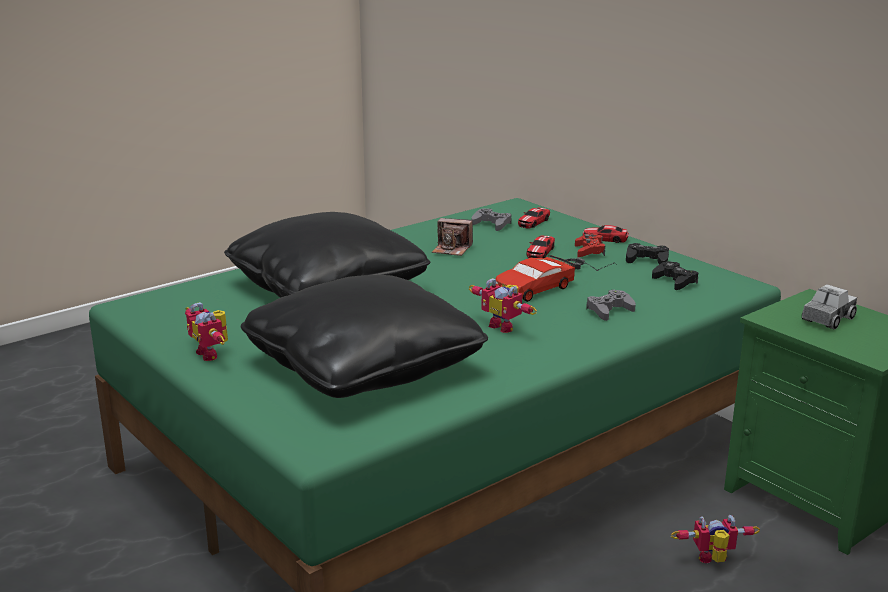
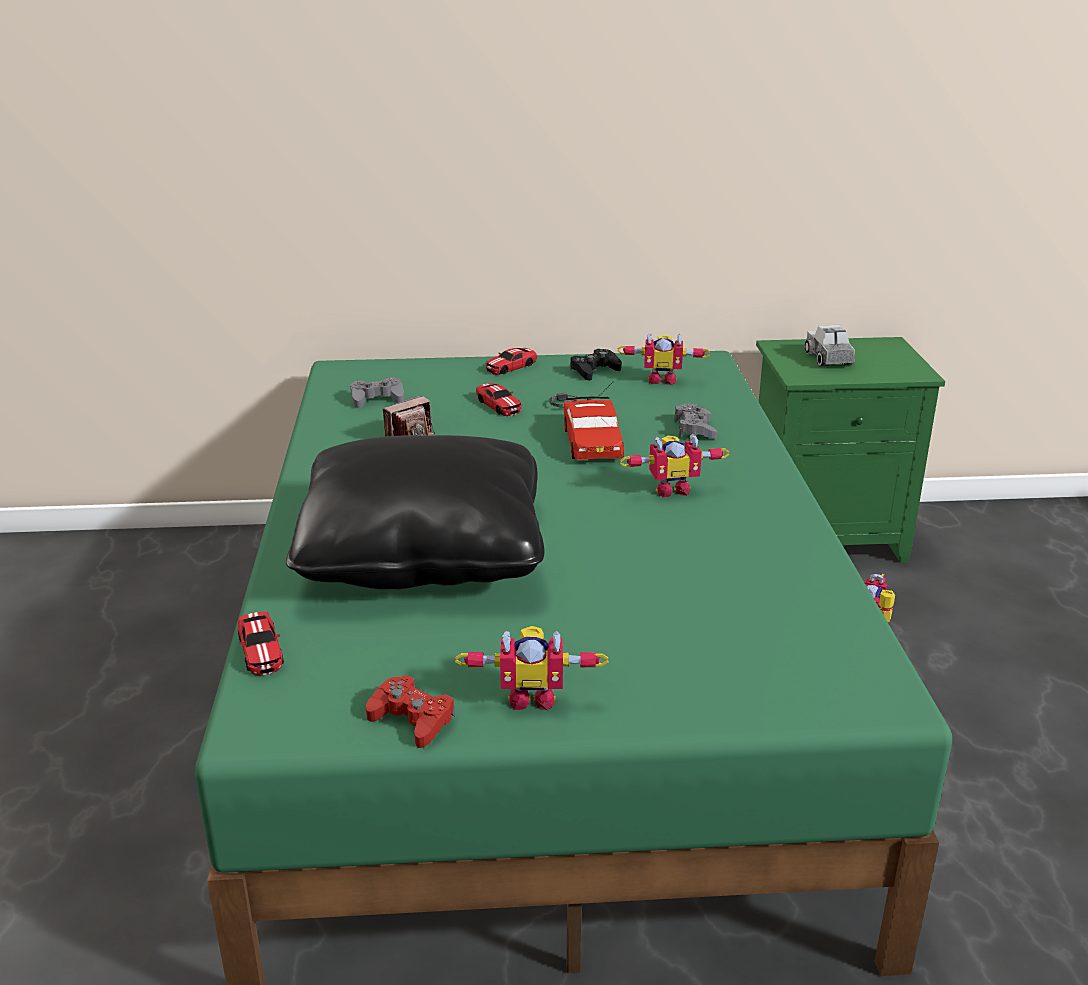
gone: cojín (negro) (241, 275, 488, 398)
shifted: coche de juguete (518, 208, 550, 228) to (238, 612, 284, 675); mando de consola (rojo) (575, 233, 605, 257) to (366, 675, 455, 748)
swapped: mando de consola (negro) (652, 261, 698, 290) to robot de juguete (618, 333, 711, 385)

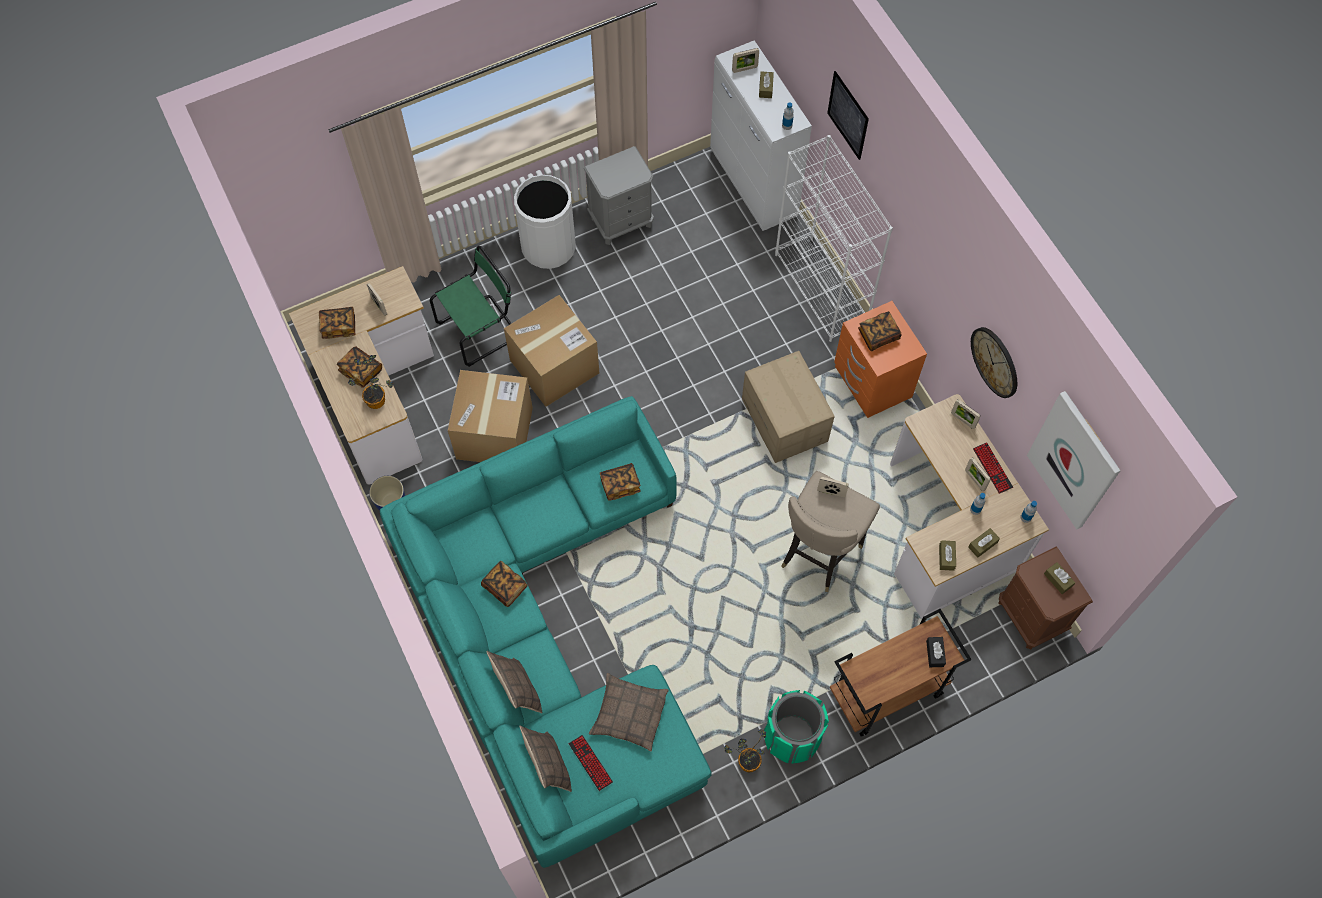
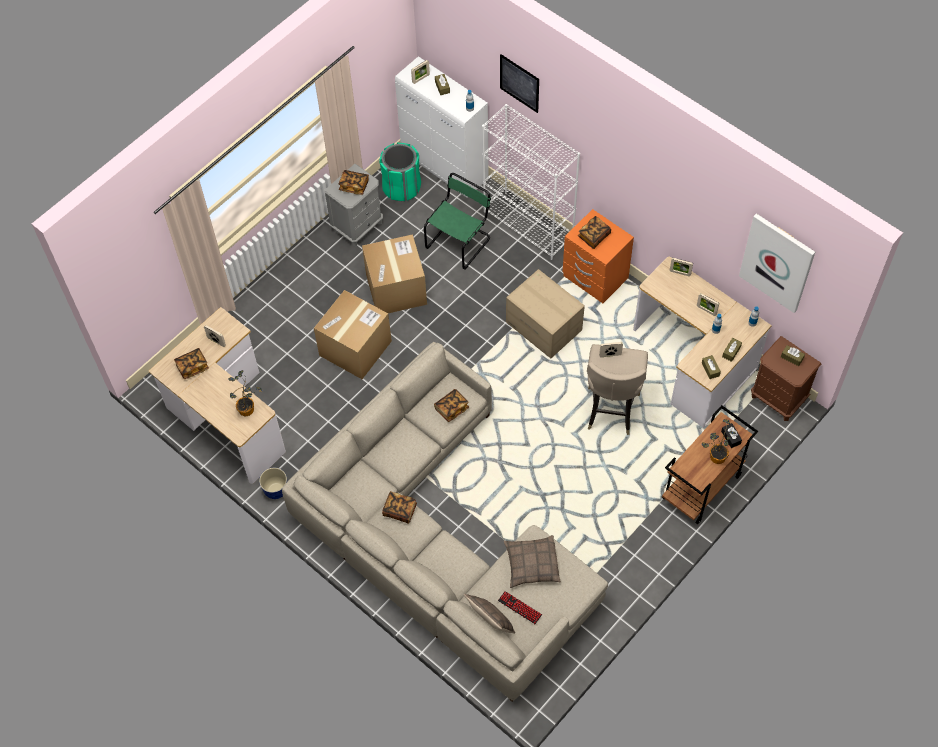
gone: cojín (486, 651, 543, 714); papelera (blanco) (514, 175, 576, 269); reloj de pared (971, 327, 1017, 398); teclado (973, 442, 1013, 494)
shifted: libro (337, 346, 382, 388) to (339, 170, 369, 195); caja de cartón (448, 370, 533, 462) to (362, 234, 427, 313); papelera (verde) (764, 690, 829, 764) to (379, 143, 421, 201); silla (verde) (430, 246, 512, 367) to (424, 173, 491, 270); planta en maceta (724, 729, 766, 772) to (702, 419, 736, 464)
repainted: sofá (turquesa) (380, 396, 712, 868) to sofá (beis) (282, 342, 608, 701)

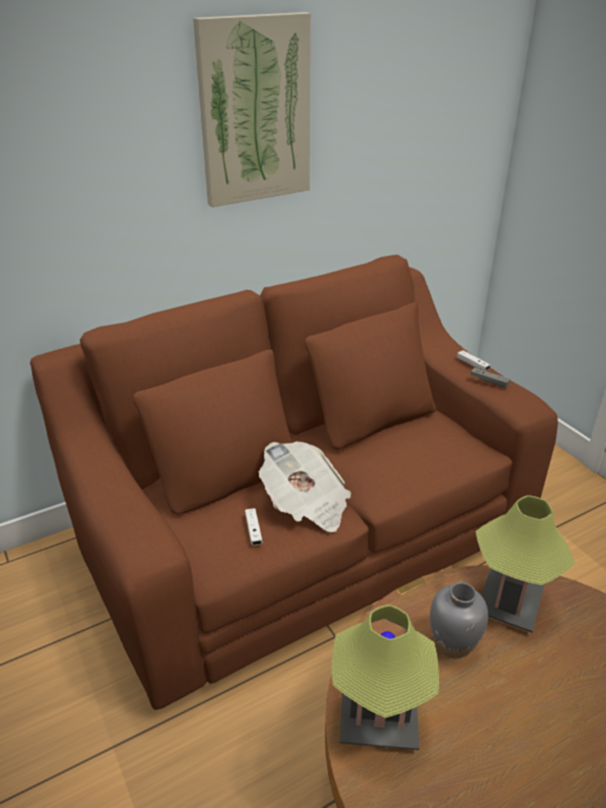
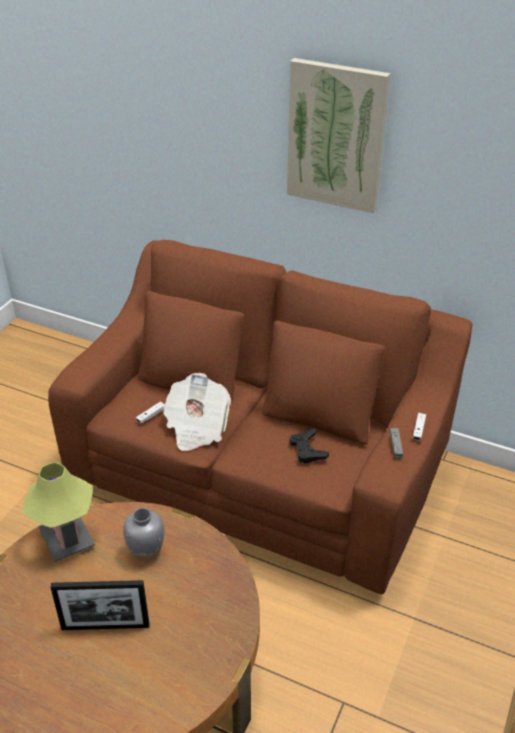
gone: lámpara de mesa (475, 495, 575, 633)
new: portarretratos (50, 580, 149, 630); mando de consola (negro) (289, 428, 329, 463)

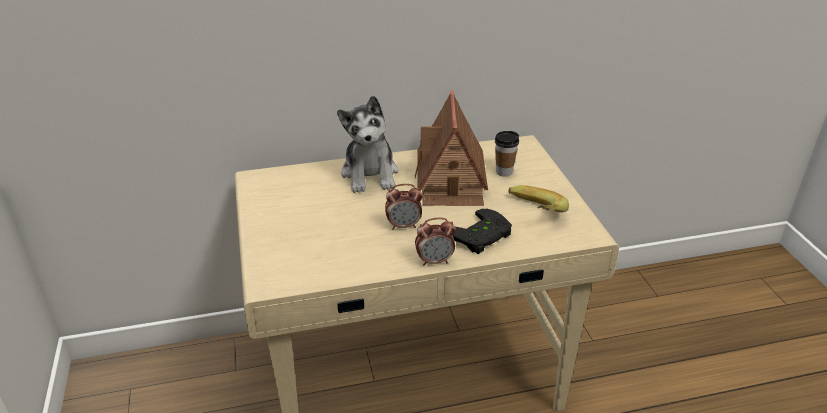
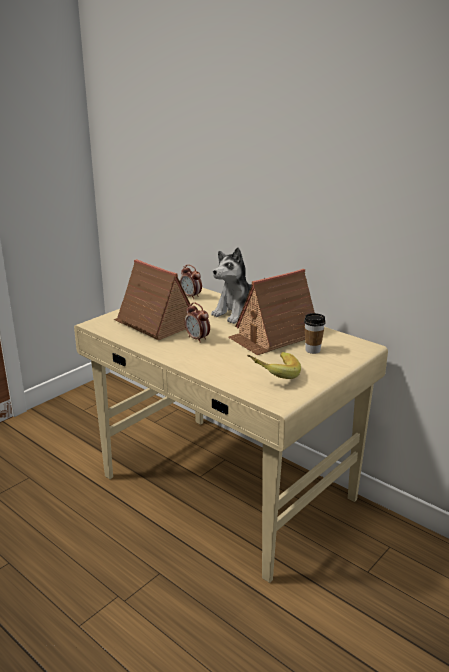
gone: mando de consola (negro) (453, 209, 512, 254)
new: casita (114, 259, 190, 340)
shifted: despertador (415, 217, 456, 266) to (180, 265, 202, 299)

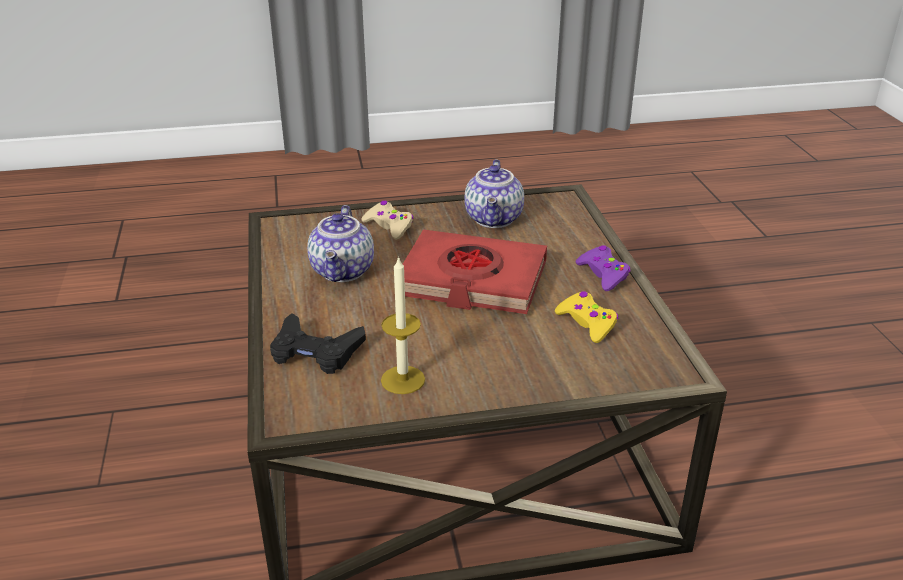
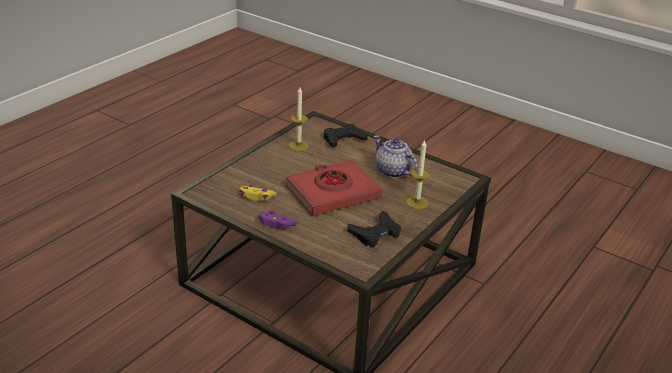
swapped: tetera (464, 159, 524, 228) to mando de consola (negro) (347, 211, 401, 247); mando de consola (beis) (362, 201, 413, 240) to vela (406, 139, 430, 209)

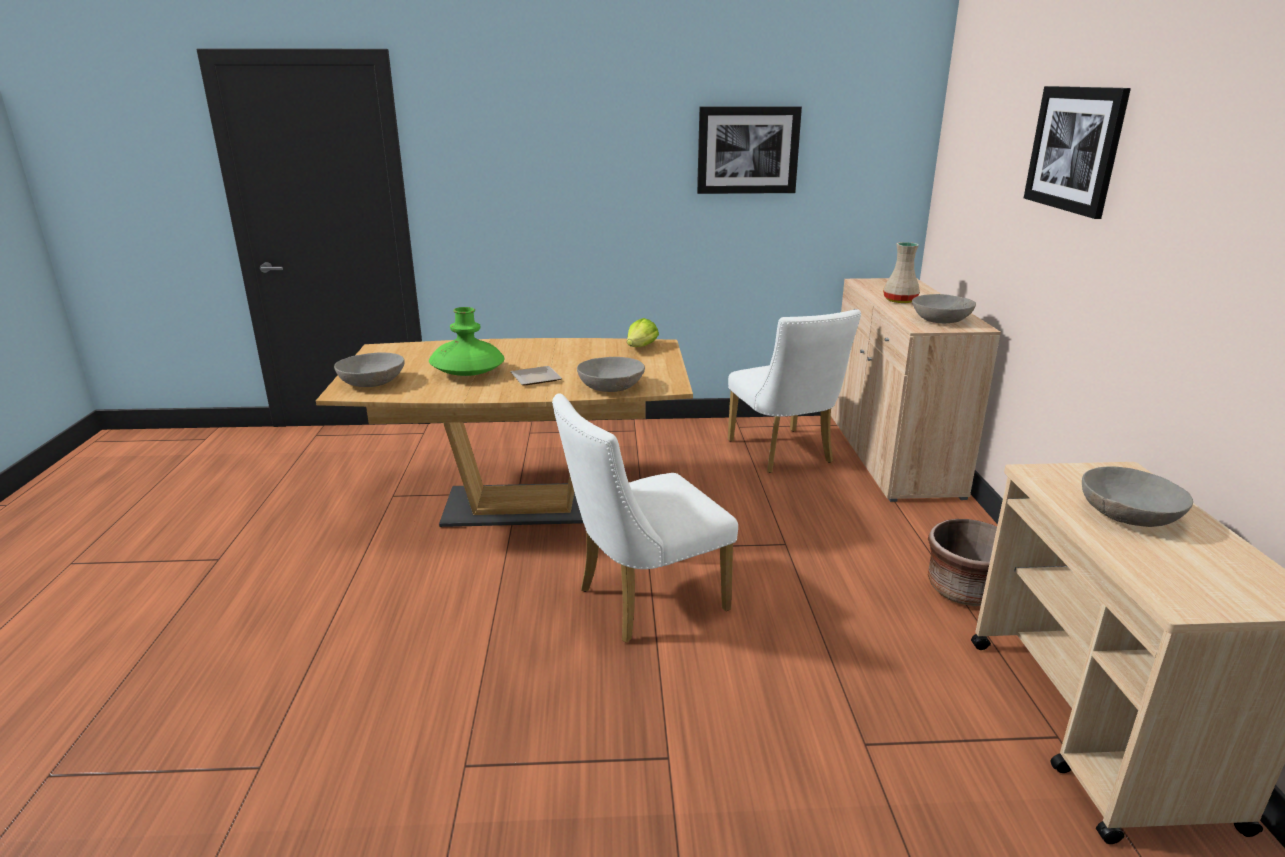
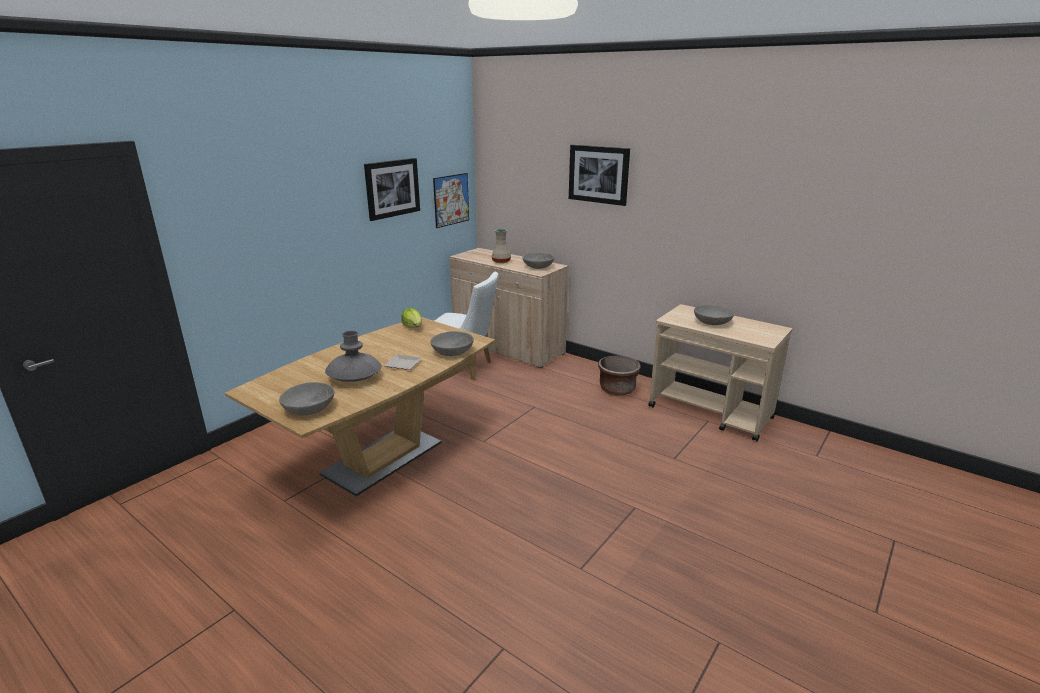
gone: silla (blanco) (552, 393, 738, 643)
new: cuadro (433, 173, 469, 228)
repainted: florero (verde) (429, 307, 505, 376) to florero (gris) (325, 331, 382, 382)

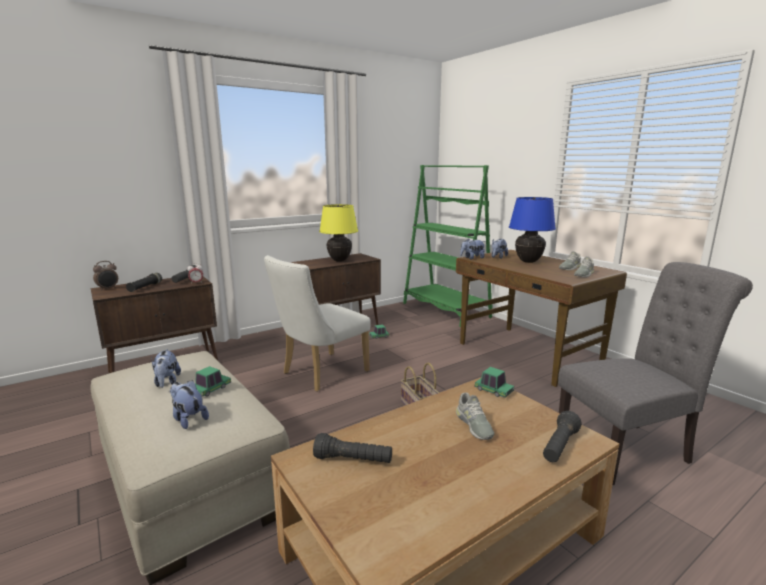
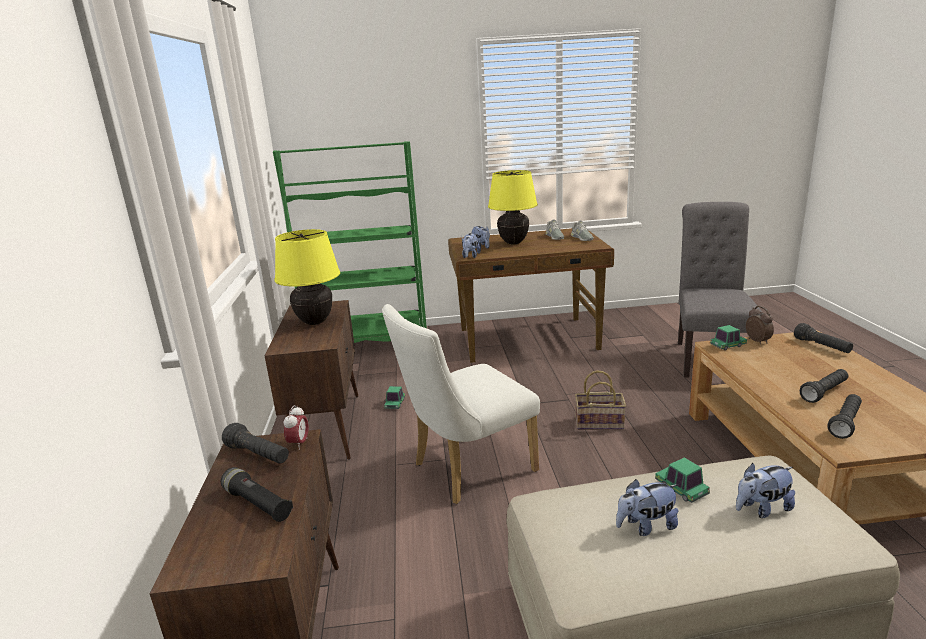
gone: zapato (gris) (456, 393, 494, 440)
new: linterna (negro) (800, 369, 848, 403)
shifted: despertador (93, 261, 118, 291) to (746, 306, 774, 344)
repainted: lámpara de mesa (azul) (509, 197, 556, 263) to lámpara de mesa (amarillo) (488, 170, 538, 244)
rotated: silla (blanco) (264, 255, 371, 392) = (382, 304, 540, 504) 75 degrees clockwise; peluche (151, 349, 181, 388) = (616, 479, 678, 536) 150 degrees clockwise

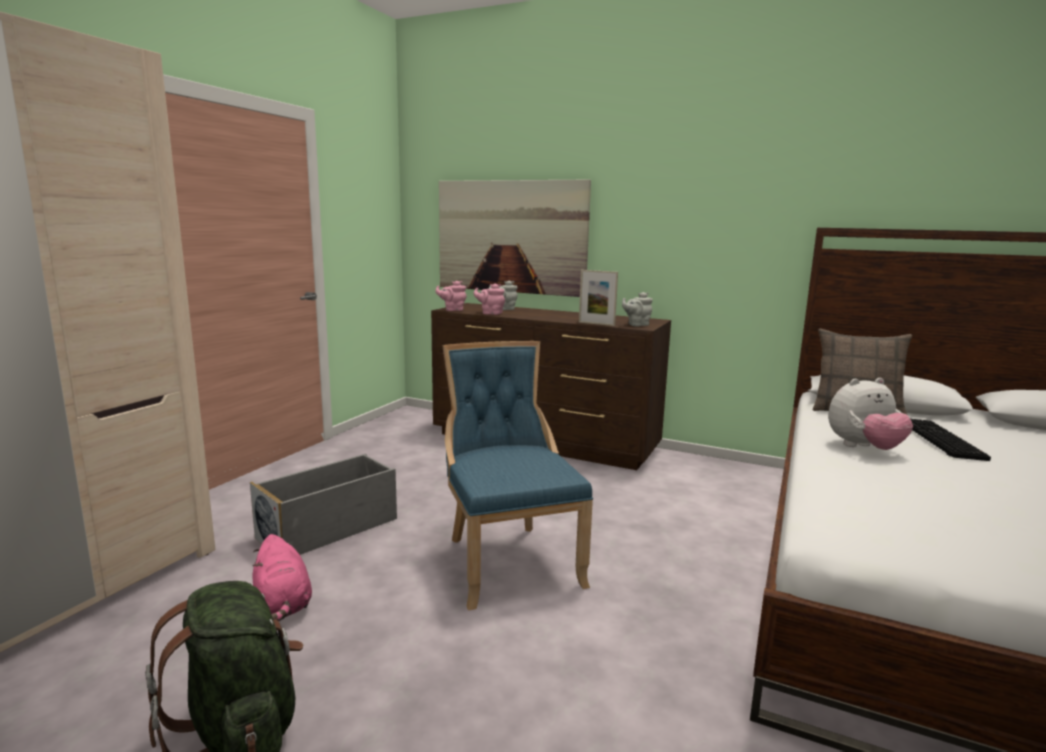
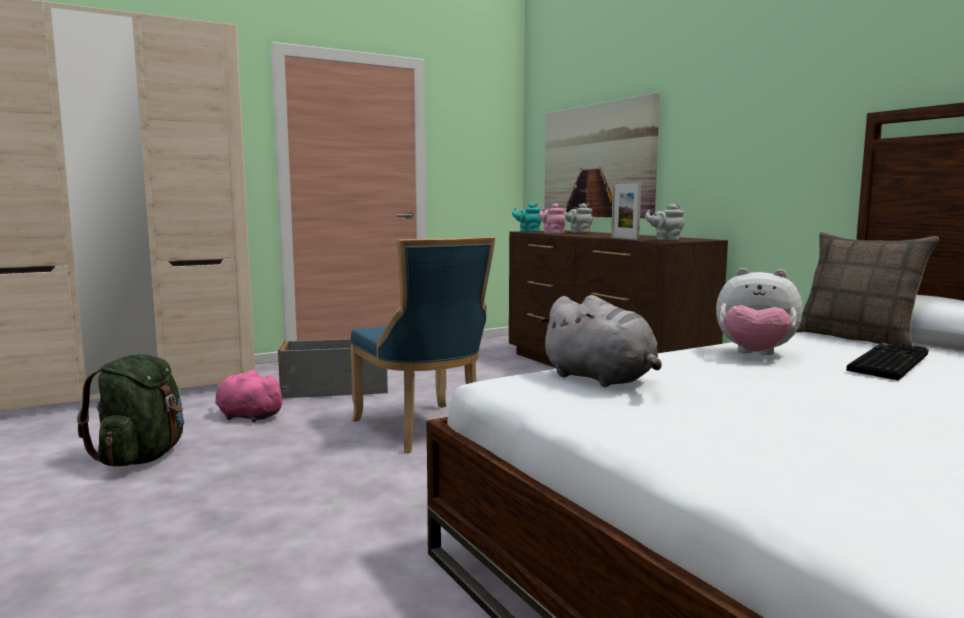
new: peluche (gris) (539, 295, 662, 387)
repainted: tetera (rosa) (435, 281, 467, 311) to tetera (turquesa) (512, 203, 542, 232)
rotated: peluche (rosa) (252, 534, 312, 621) = (215, 370, 286, 422) 105 degrees clockwise; silla (azul) (442, 341, 593, 610) = (350, 237, 495, 453) 135 degrees clockwise

